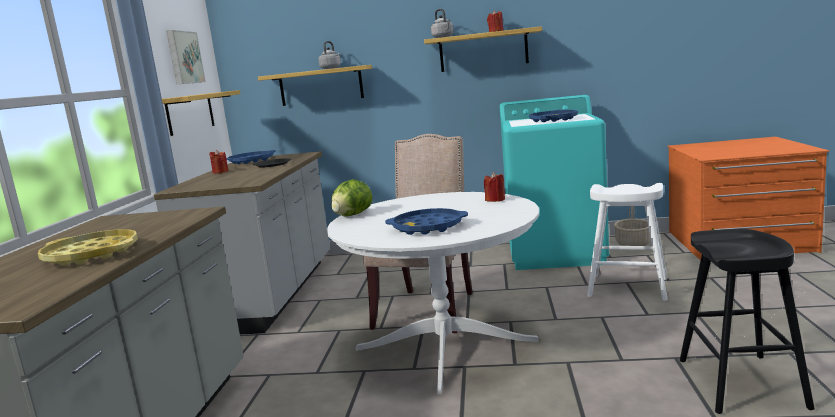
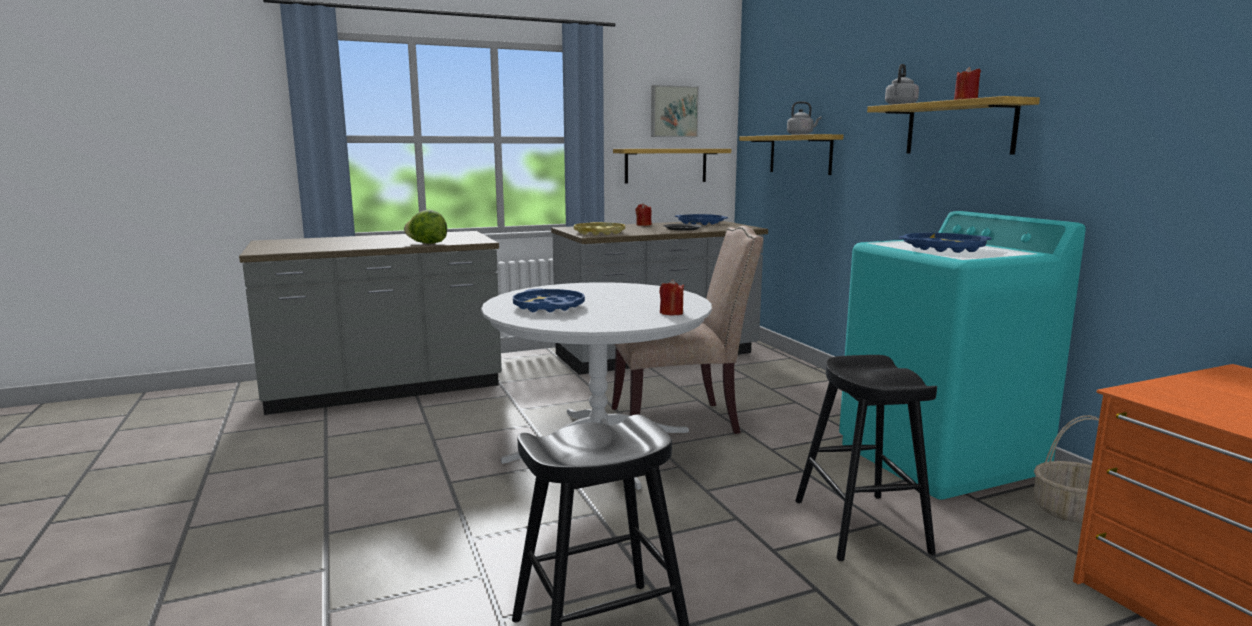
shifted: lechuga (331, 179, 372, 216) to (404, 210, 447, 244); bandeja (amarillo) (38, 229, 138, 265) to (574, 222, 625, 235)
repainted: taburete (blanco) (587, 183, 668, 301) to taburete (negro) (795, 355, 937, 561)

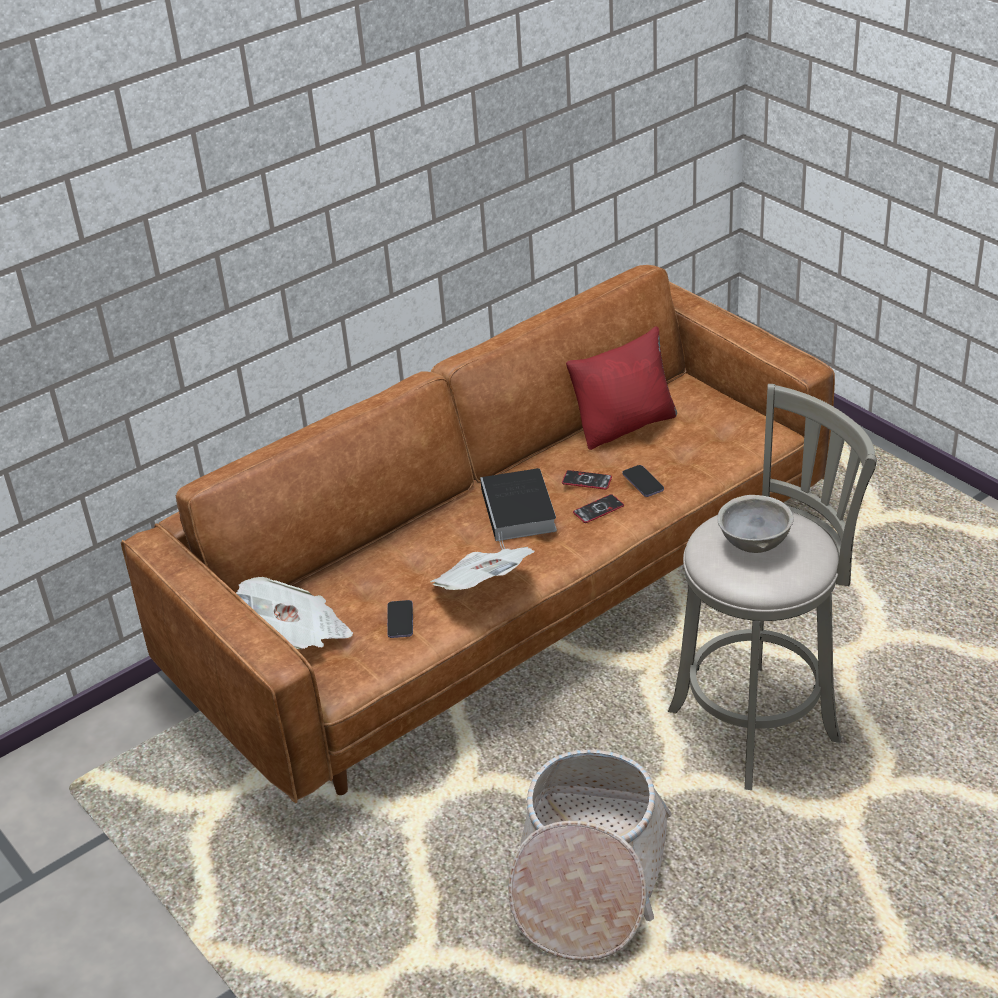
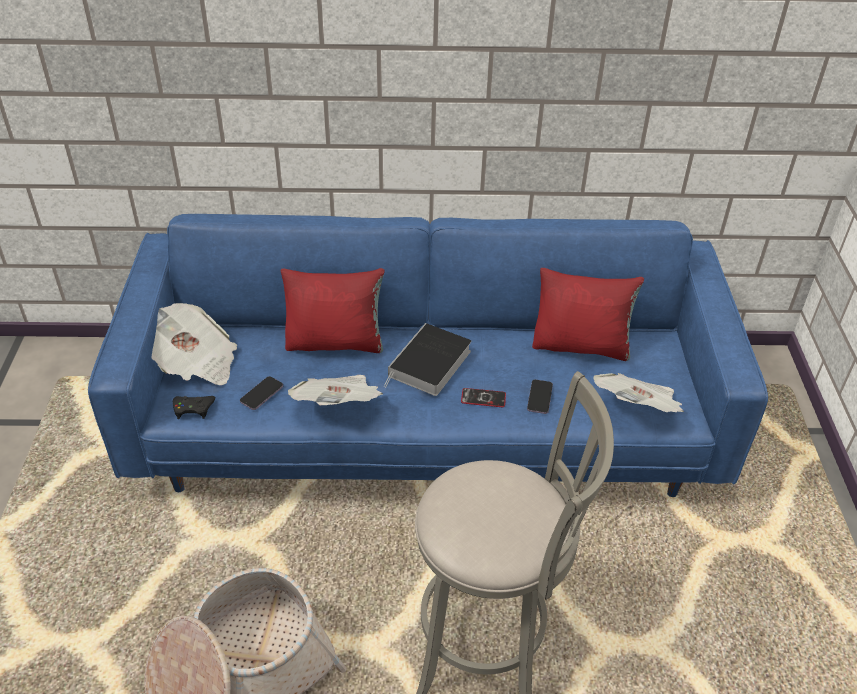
gone: móvil (562, 470, 612, 489); cuenco (gris) (718, 495, 794, 553)
new: mando de consola (negro) (173, 396, 215, 419); cojín (rojo) (281, 268, 384, 353); periódico (593, 373, 683, 412)
repainted: sofá (marrón) (121, 265, 835, 803) to sofá (azul) (88, 214, 768, 497)

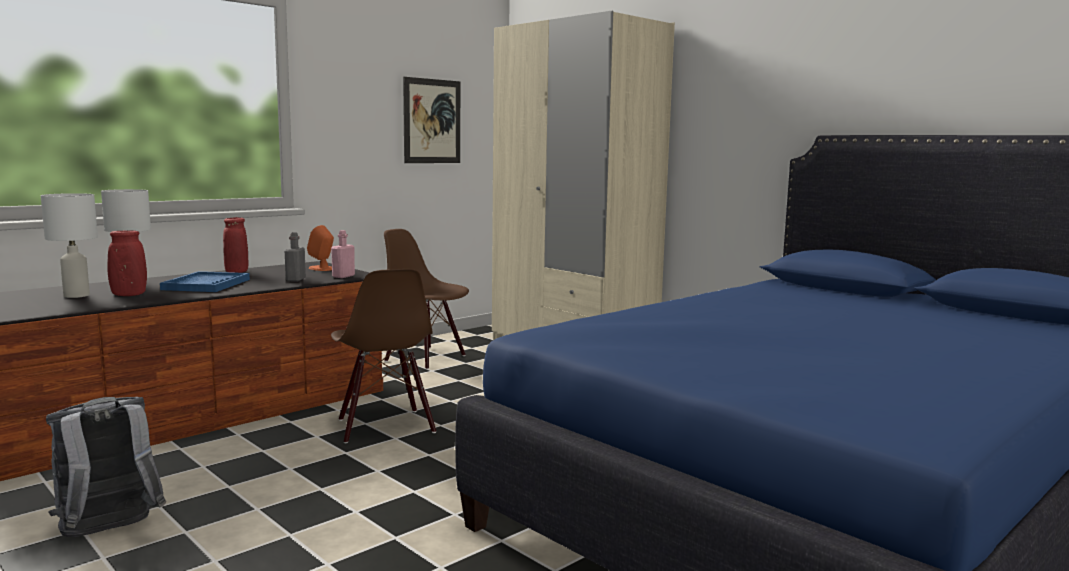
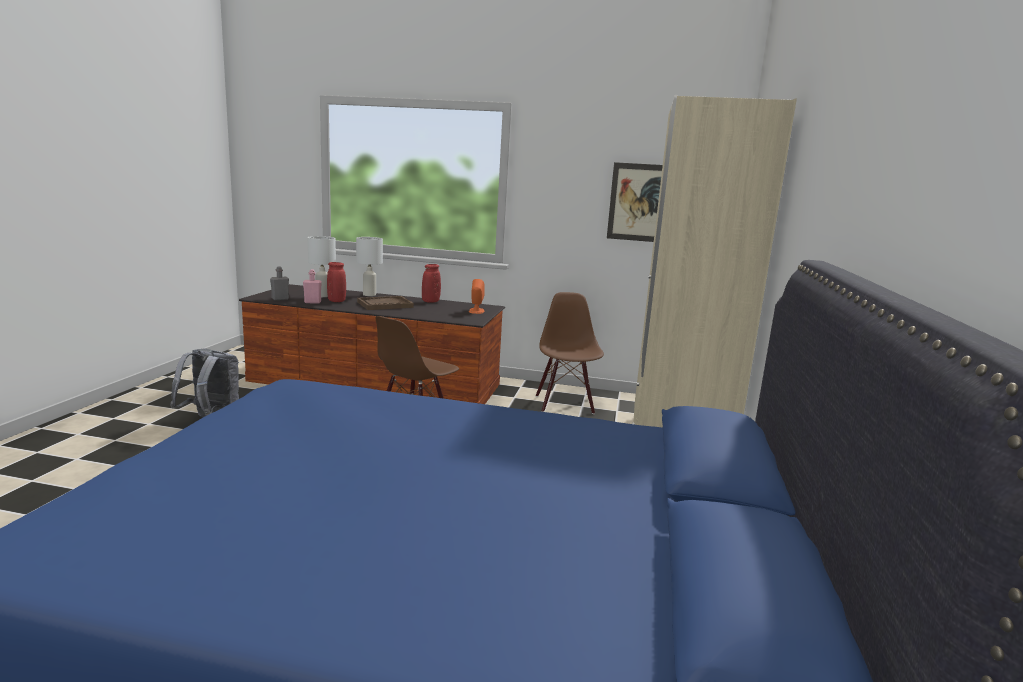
shifted: botella (gris) (285, 232, 306, 281) to (270, 266, 289, 300); botella (rosa) (331, 230, 355, 278) to (303, 269, 322, 304)
repainted: bandeja (azul) (160, 271, 250, 292) to bandeja (marrón) (357, 296, 414, 310)

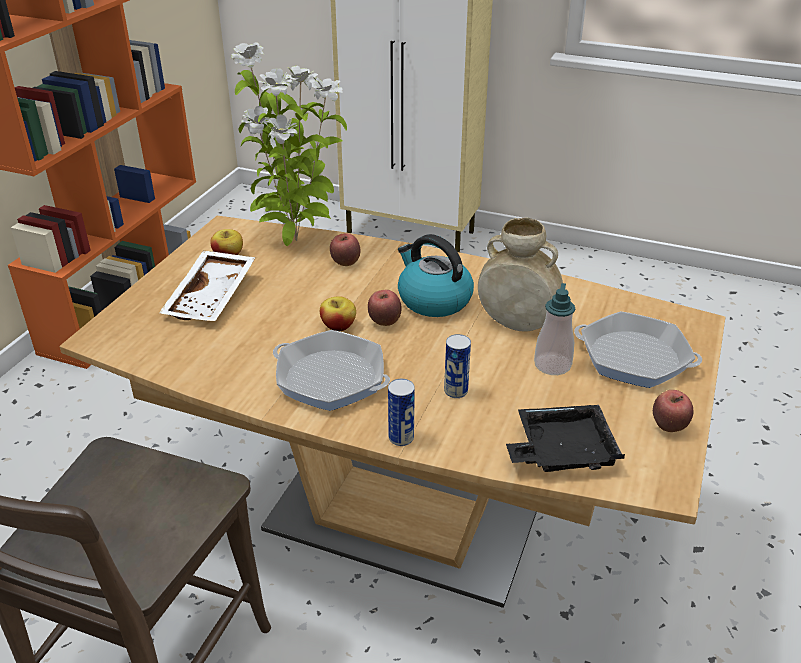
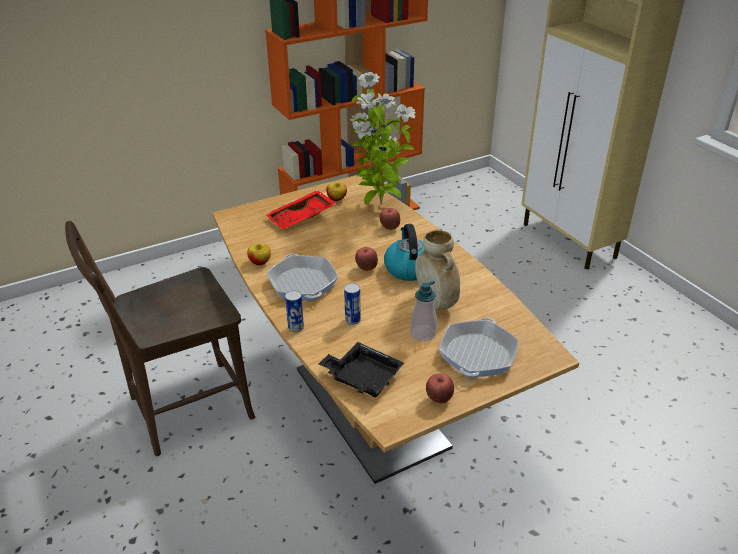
shifted: manzana (320, 296, 356, 331) to (247, 243, 271, 266)
repainted: bandeja (blanco) (159, 251, 256, 321) to bandeja (rojo) (265, 190, 336, 229)
rotated: sartén (574, 311, 702, 388) = (439, 317, 519, 378) 45 degrees clockwise

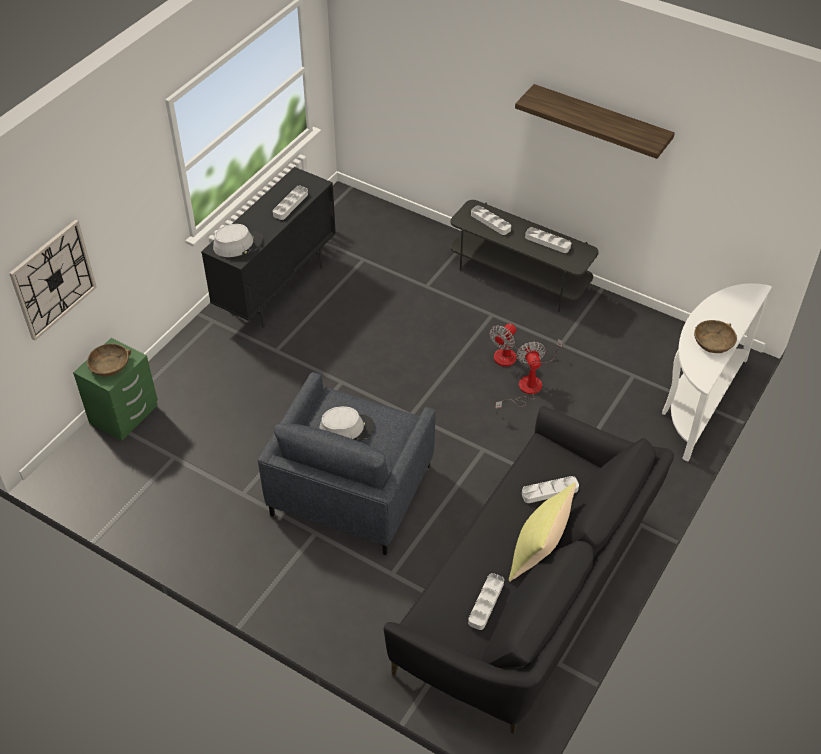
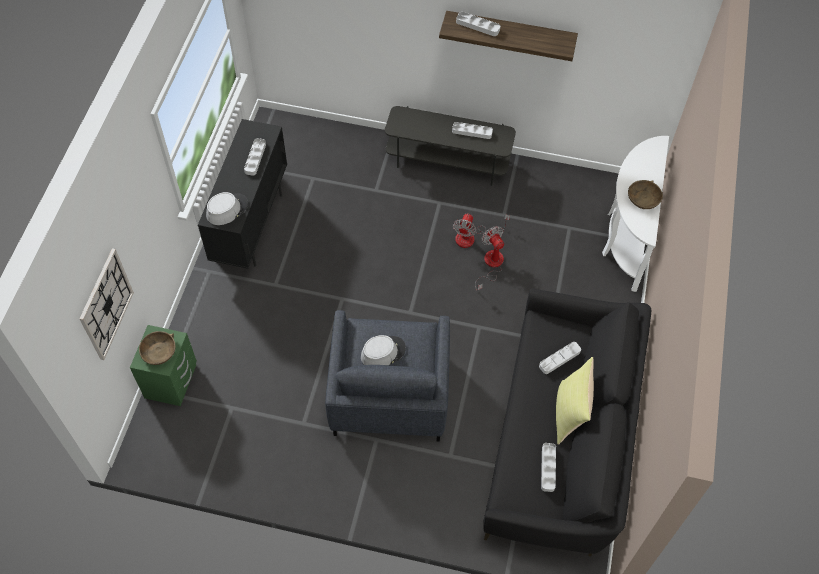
shifted: bandeja (gris) (471, 205, 511, 235) to (456, 12, 500, 36)

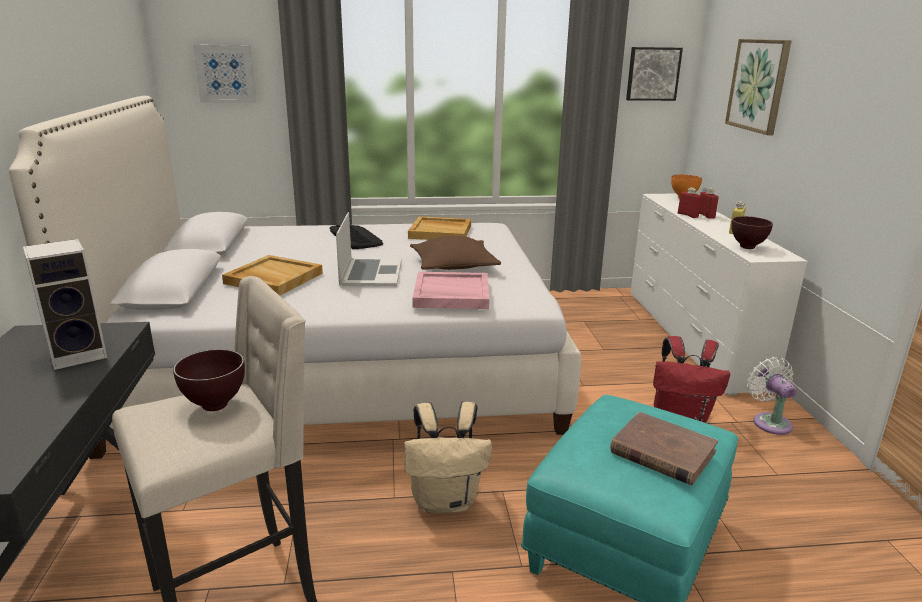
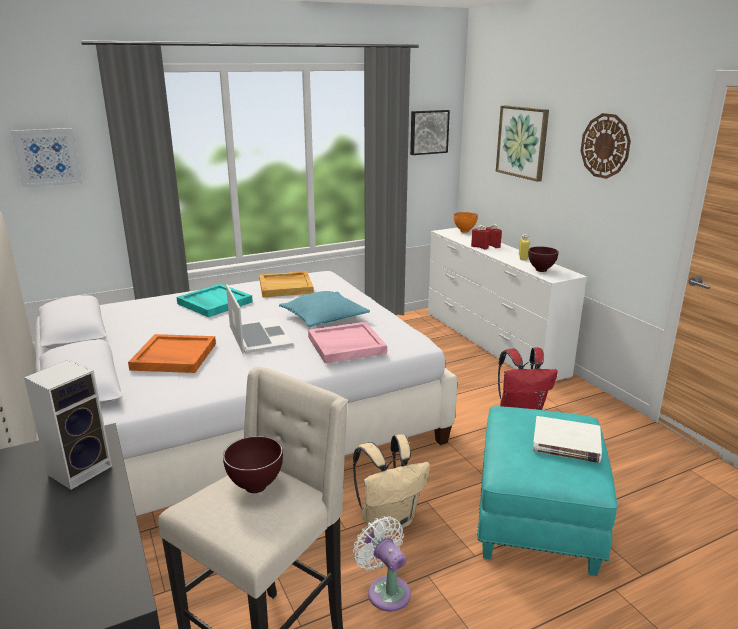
new: reloj de pared (581, 113, 631, 179)
shifted: ventilador (blanco) (747, 357, 797, 435) to (353, 516, 411, 612)
swapped: teclado (330, 225, 383, 249) to bandeja (turquesa) (176, 284, 253, 317)
repainted: bandeja (beis) (222, 255, 323, 296) to bandeja (naranja) (128, 334, 216, 373); cojín (marrón) (410, 236, 501, 270) to cojín (turquesa) (279, 291, 370, 327); libro (marrón) (610, 412, 718, 485) to libro (blanco) (533, 416, 602, 463)

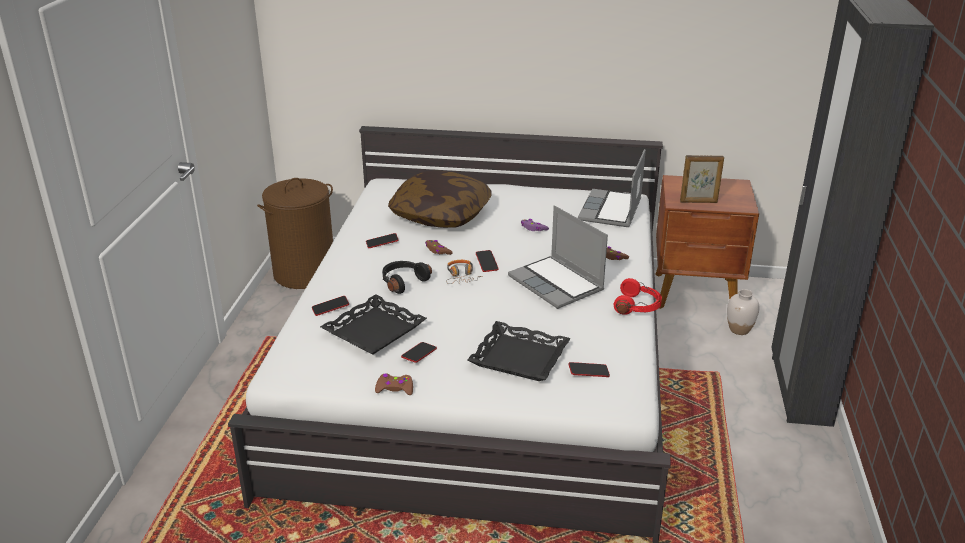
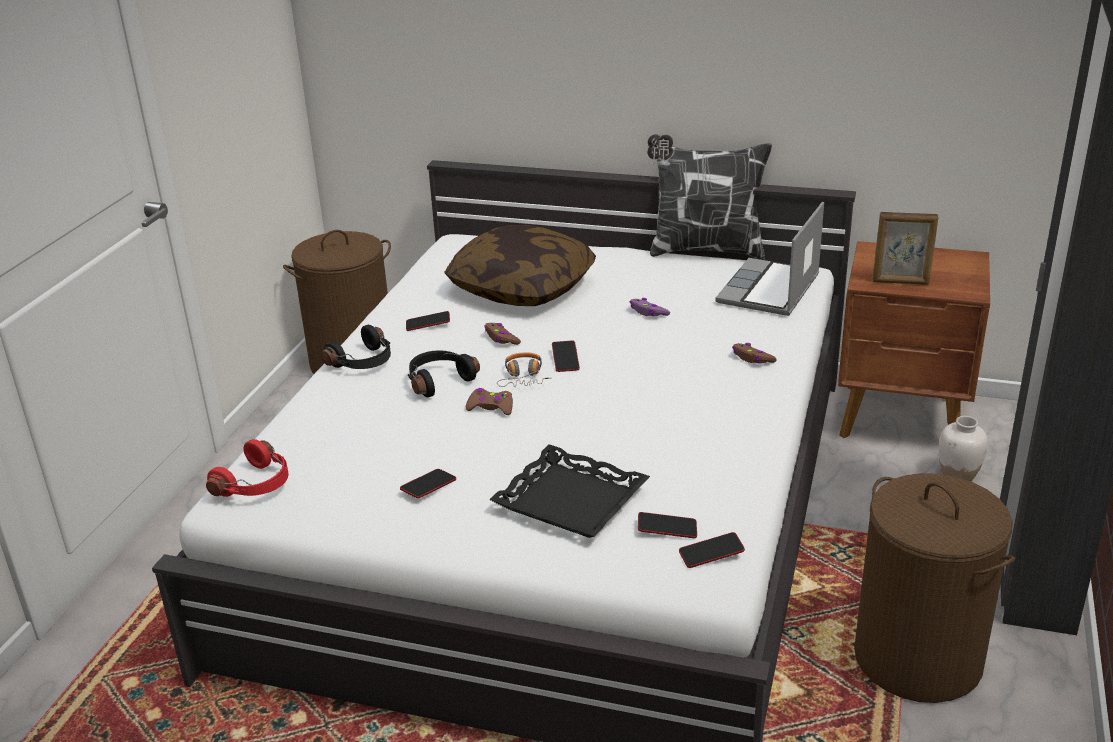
gone: bandeja (negro) (320, 294, 427, 354); portátil (508, 206, 608, 309)
new: auriculares (negro) (321, 325, 391, 369); cojín (647, 134, 772, 260); cesto de la ropa (marrón) (854, 473, 1015, 703)
shifted: auriculares (rojo) (614, 278, 662, 315) to (206, 439, 289, 497); mando de consola (marrón) (375, 374, 413, 395) to (466, 388, 513, 415); móvil (312, 296, 349, 316) to (679, 532, 745, 568)

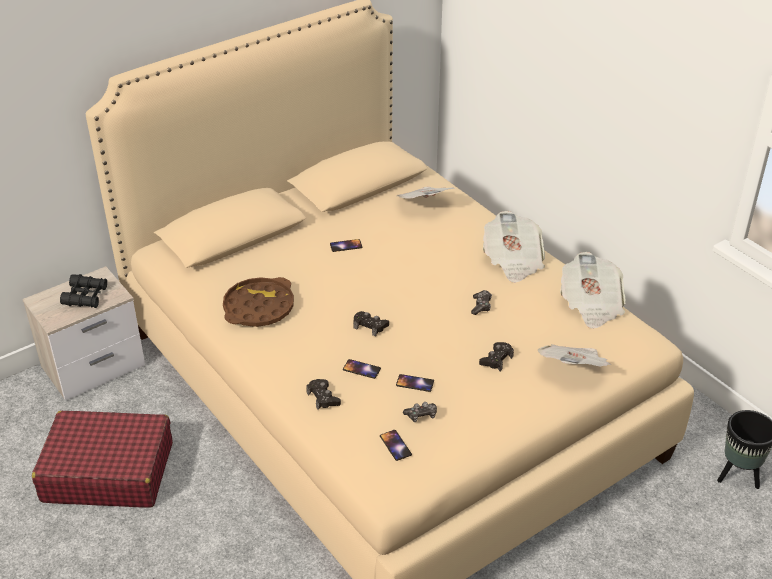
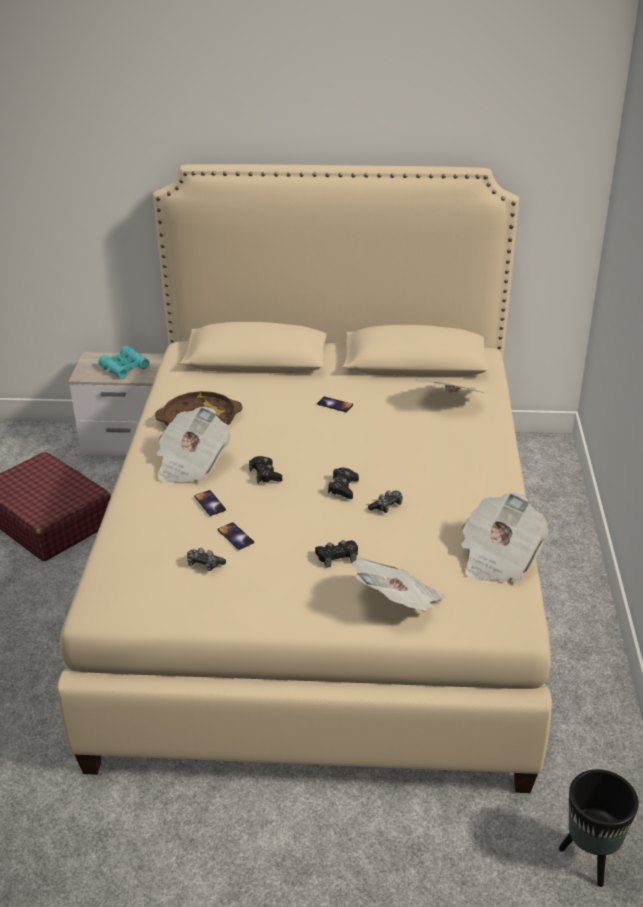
gone: móvil (380, 430, 412, 461)
shifted: periódico (482, 211, 545, 283) to (157, 407, 230, 483); mando de consola (negro) (306, 379, 341, 410) to (328, 468, 359, 499)
repainted: prismáticos (negro) (60, 274, 107, 308) to prismáticos (turquesa) (99, 346, 149, 379)

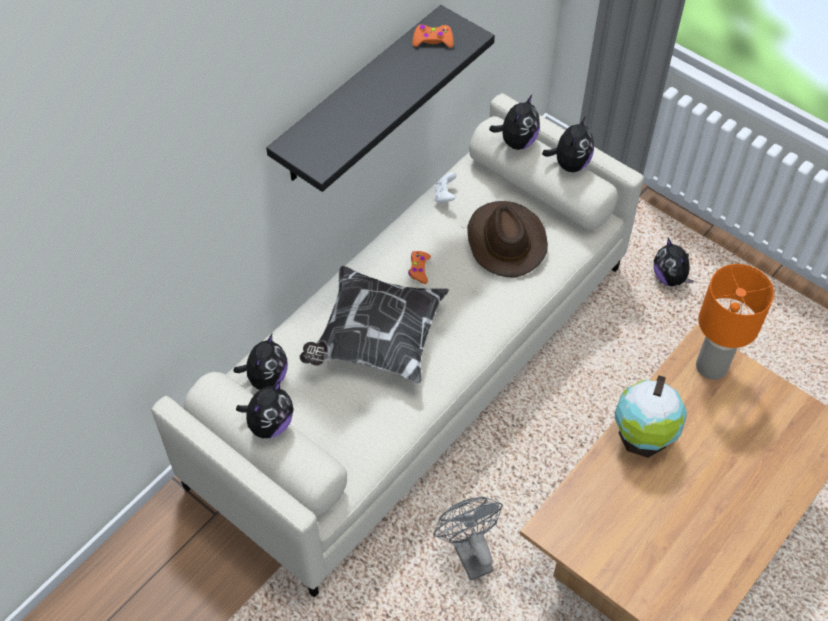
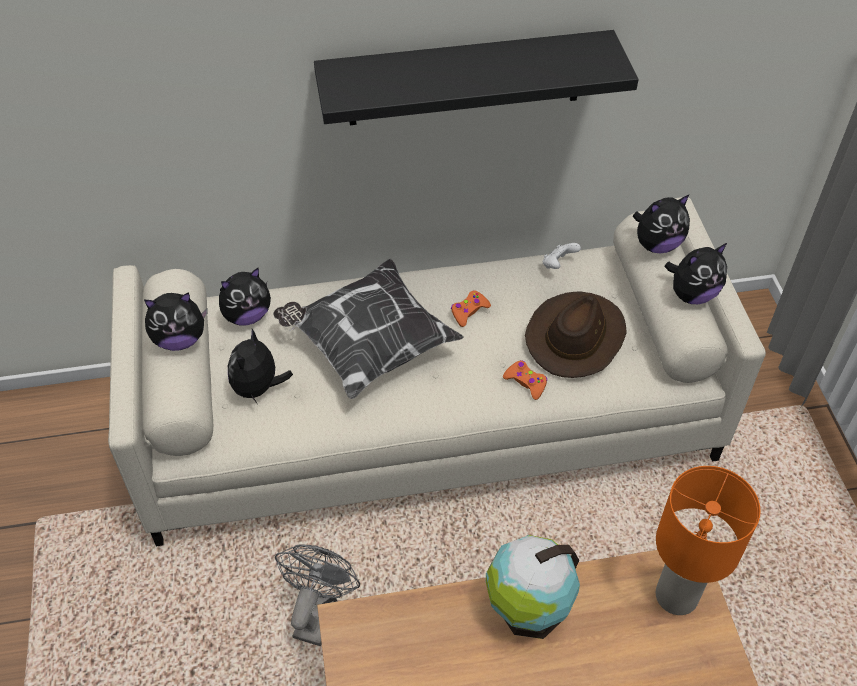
shifted: peluche (654, 238, 694, 286) to (228, 329, 293, 405); mando de consola (naranja) (412, 24, 453, 48) to (503, 360, 547, 400)

